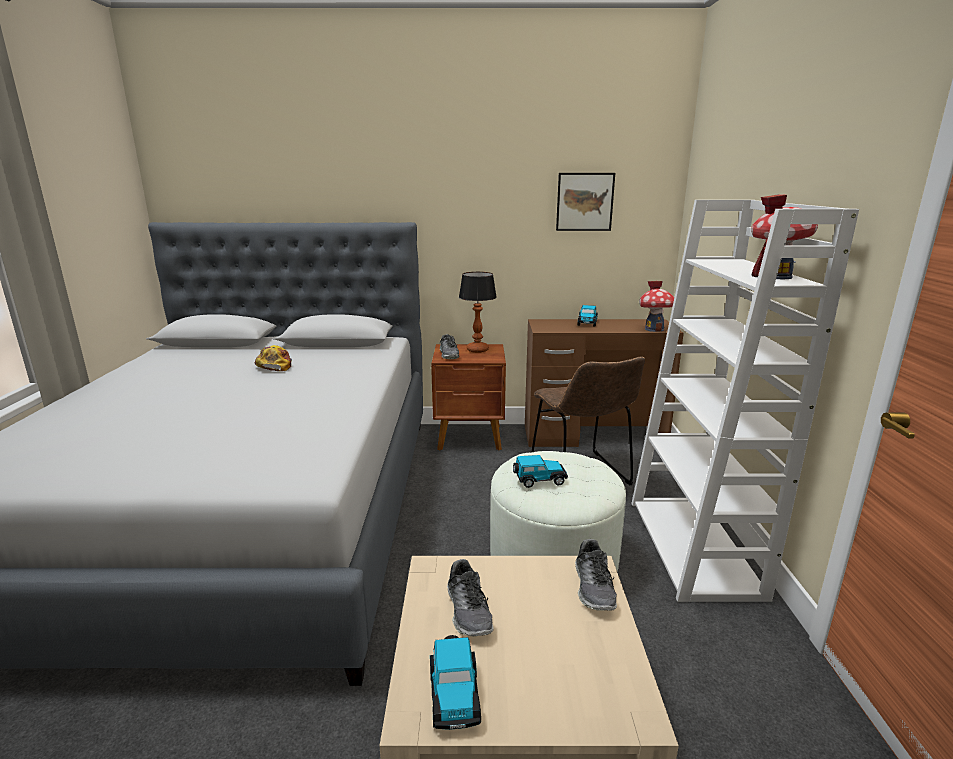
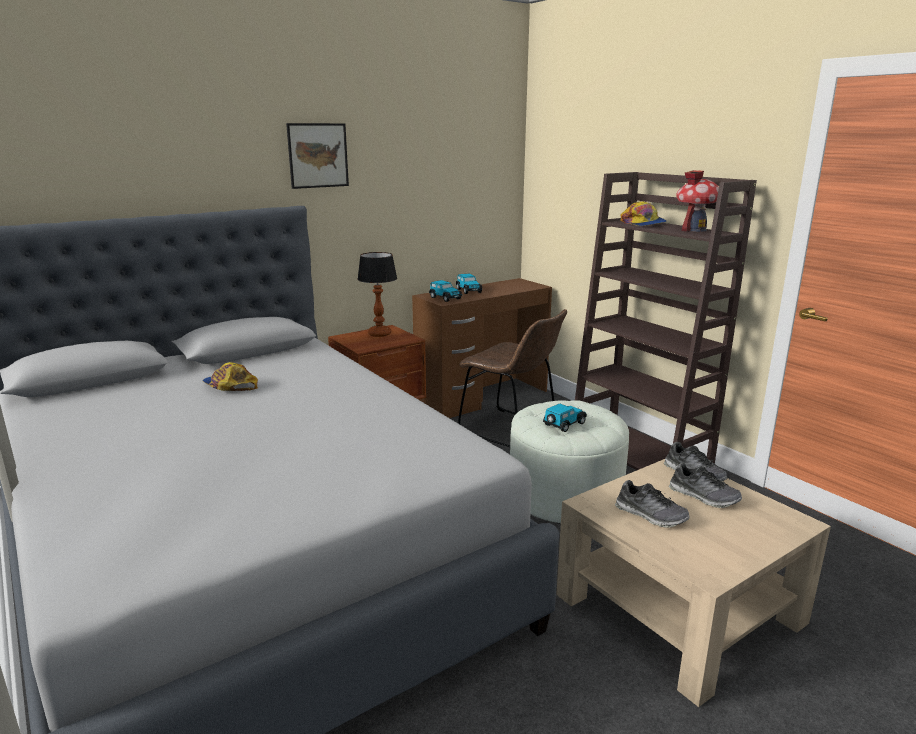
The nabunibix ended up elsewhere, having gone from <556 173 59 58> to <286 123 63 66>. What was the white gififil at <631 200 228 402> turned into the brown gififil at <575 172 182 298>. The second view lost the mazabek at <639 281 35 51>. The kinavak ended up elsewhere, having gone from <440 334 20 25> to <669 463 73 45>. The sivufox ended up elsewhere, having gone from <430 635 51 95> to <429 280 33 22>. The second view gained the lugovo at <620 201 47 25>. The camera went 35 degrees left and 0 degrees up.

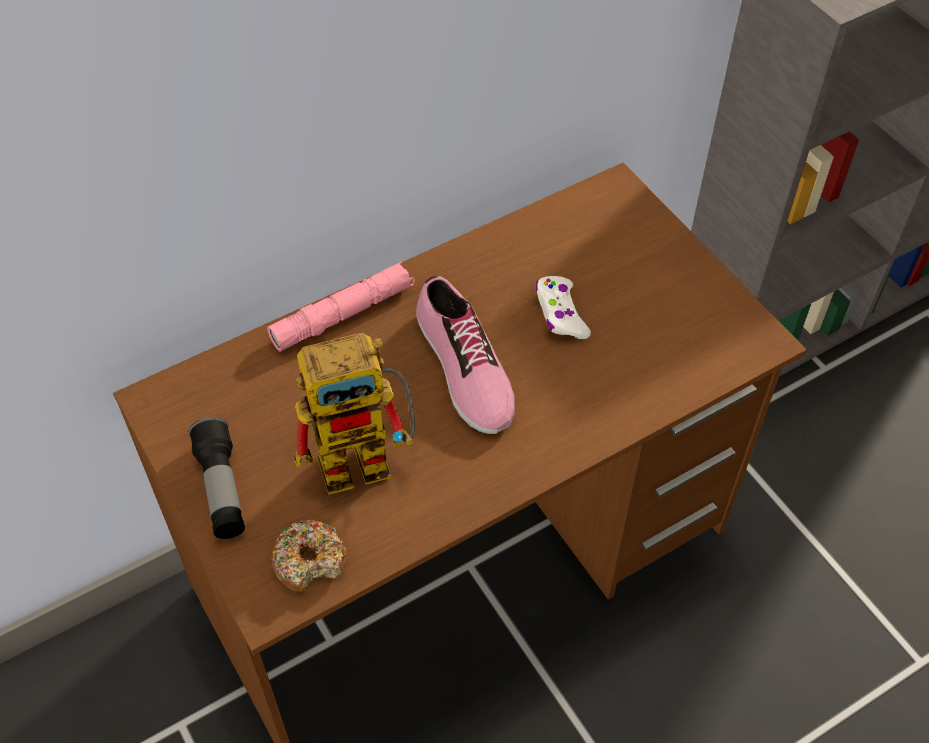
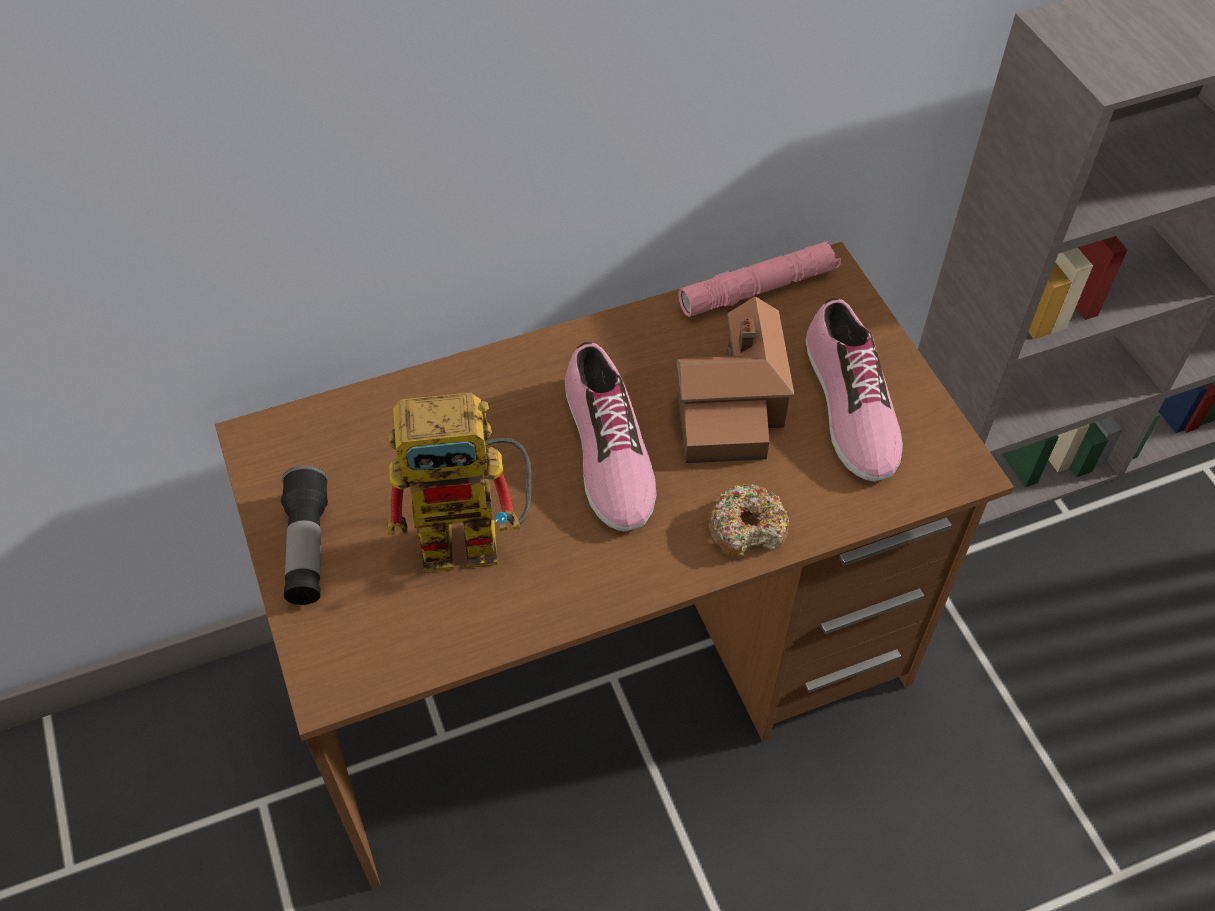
The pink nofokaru ended up elsewhere, having gone from <267 262 148 90> to <678 241 163 76>. Where the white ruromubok stood at <536 276 55 63>, the mazabek came to stand at <676 296 118 167>. The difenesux ended up elsewhere, having gone from <272 520 75 72> to <708 484 81 74>. The second view gained the kinavak at <806 298 97 184>. The camera went 10 degrees right and 0 degrees up.

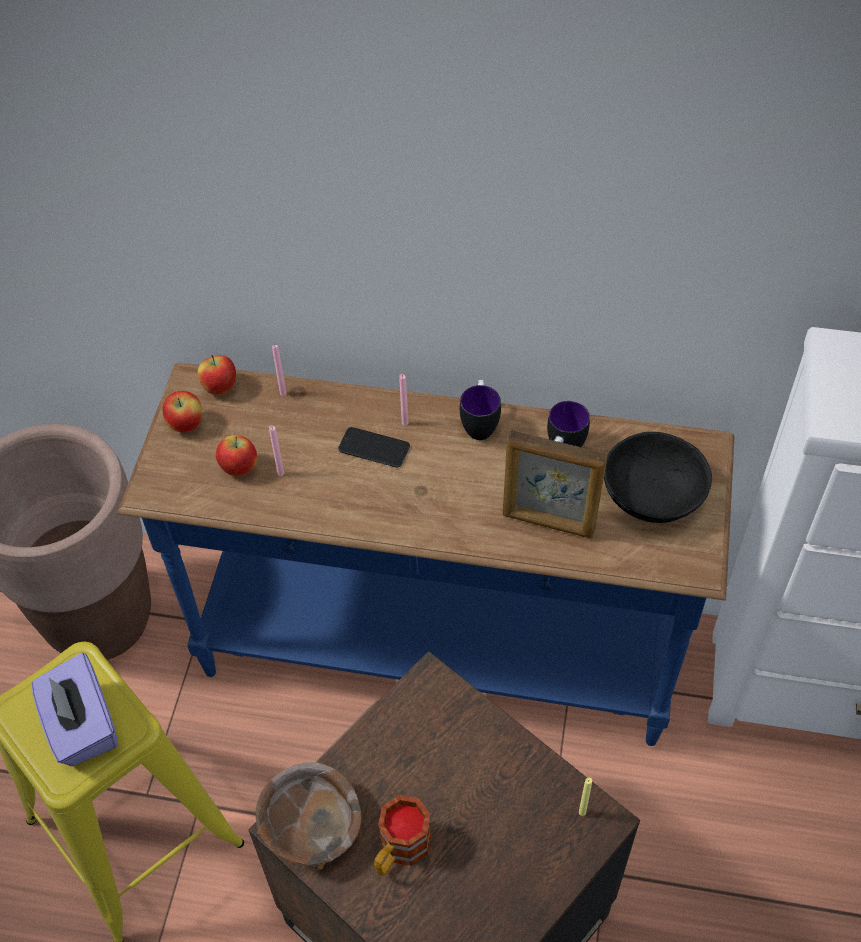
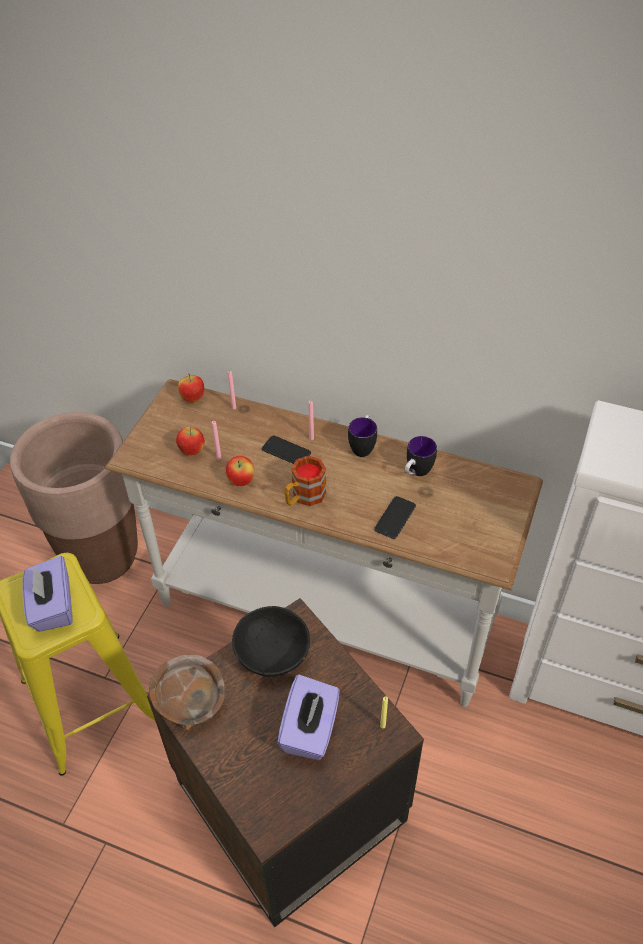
What was the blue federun at <117 362 618 384> turned into the white federun at <105 379 438 328>. The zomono ended up elsewhere, having gone from <163 391 39 41> to <226 456 28 30>. Where the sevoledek stood at <503 430 104 108>, the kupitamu came to stand at <374 496 42 43>. The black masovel ended up elsewhere, having gone from <604 432 108 91> to <232 606 78 71>. The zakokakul ended up elsewhere, having gone from <374 795 58 81> to <284 456 42 50>. The second view gained the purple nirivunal at <277 674 63 86>. The camera went 10 degrees right and 5 degrees down.

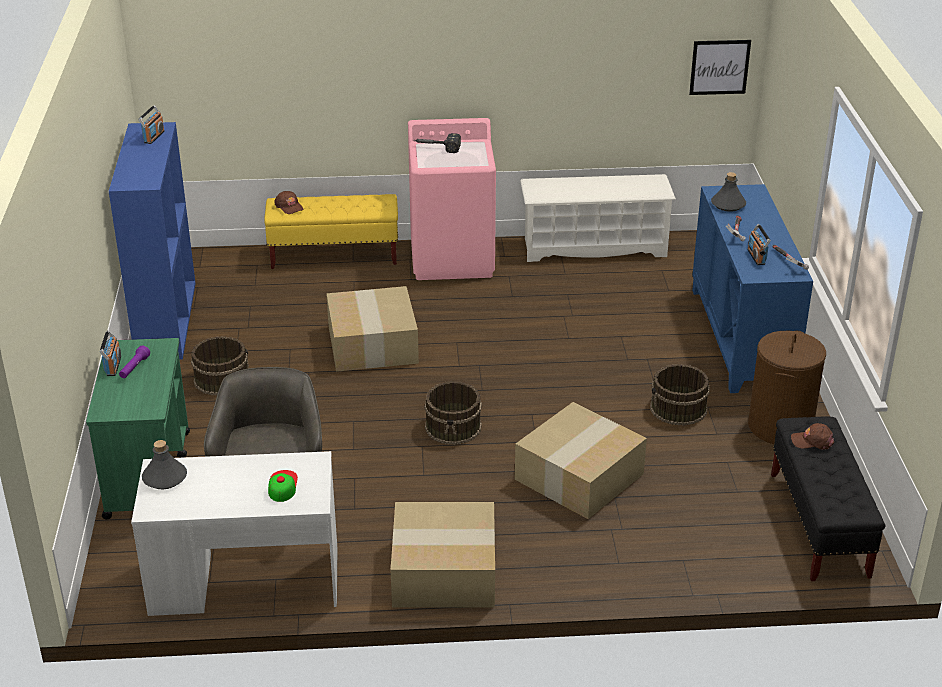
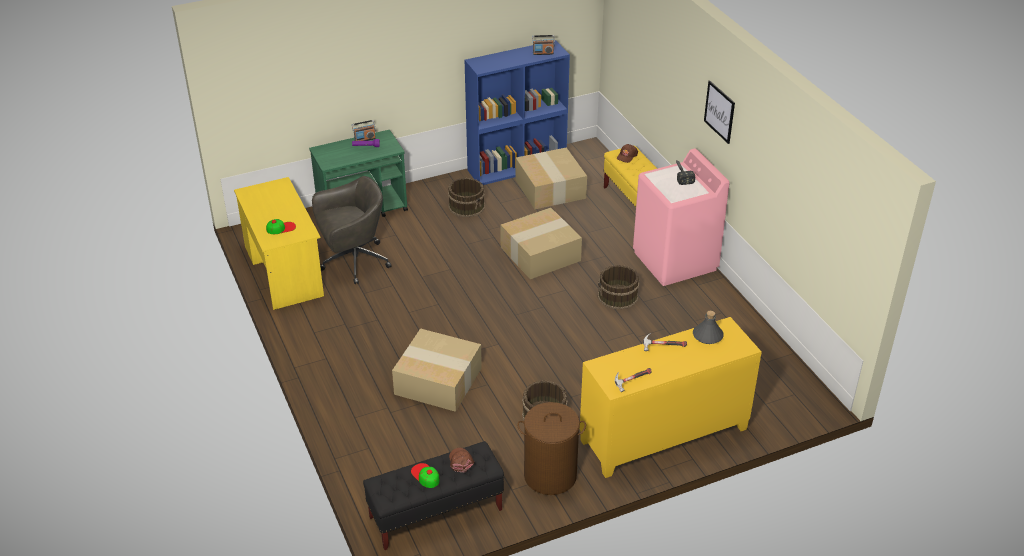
The nabunibix ended up elsewhere, having gone from <689 40 62 55> to <704 80 31 64>. The second view lost the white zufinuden at <520 174 156 88>. What was the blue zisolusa at <692 184 121 209> turned into the yellow zisolusa at <580 317 182 161>. The second view lost the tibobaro at <747 224 24 41>. The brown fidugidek ended up elsewhere, having gone from <424 381 58 64> to <598 265 41 44>. The second view lost the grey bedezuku at <142 440 45 49>. What was the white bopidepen at <131 451 207 165> turned into the yellow bopidepen at <234 177 90 133>. The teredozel ended up elsewhere, having gone from <391 502 104 106> to <516 148 71 61>. The second view gained the lugovo at <411 463 29 25>. The camera went 70 degrees right and 5 degrees up.

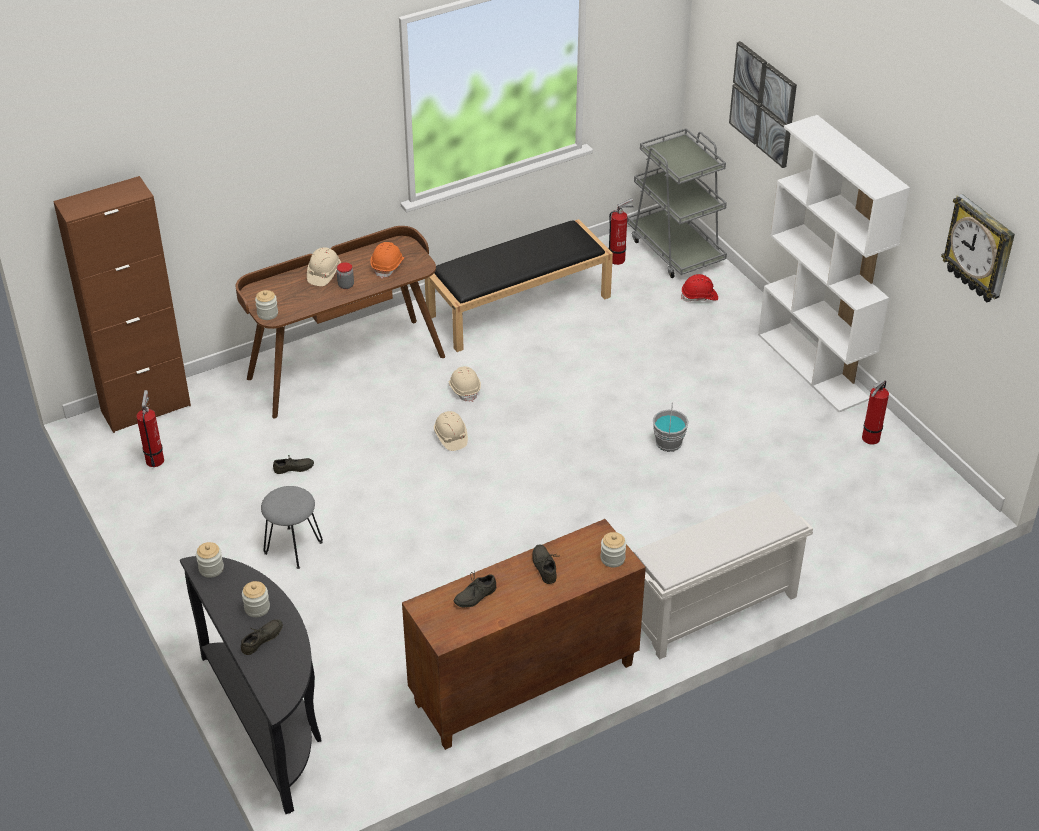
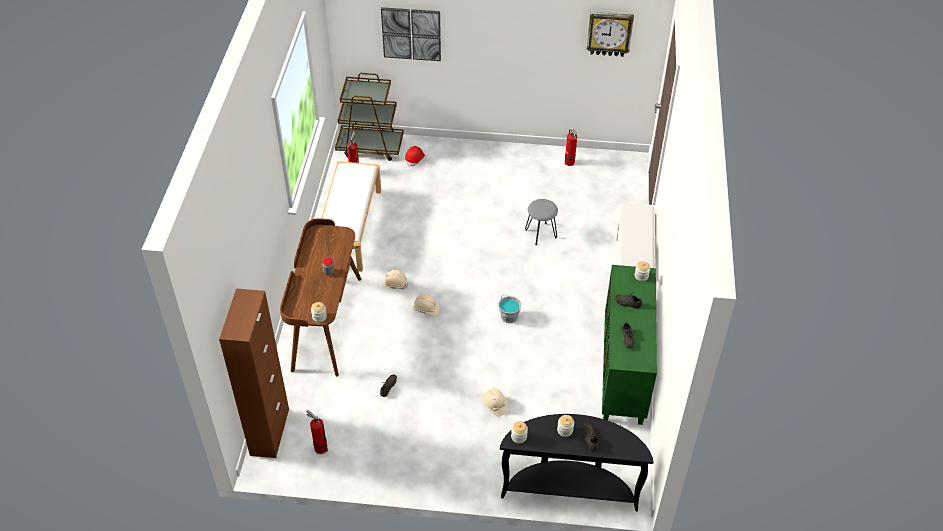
The second view lost the white gififil at <758 115 152 297>. What was the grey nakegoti at <627 128 100 150> turned into the brown nakegoti at <335 73 69 88>. What was the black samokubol at <425 219 188 133> turned into the white samokubol at <322 161 59 111>. The second view lost the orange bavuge at <370 242 34 37>. The beige bavuge ended up elsewhere, having gone from <307 247 34 39> to <483 388 25 28>. The grey fidugidek ended up elsewhere, having gone from <653 403 36 49> to <498 294 23 29>. The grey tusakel ended up elsewhere, having gone from <261 486 62 83> to <525 199 33 46>. What was the brown zisolusa at <402 519 244 231> turned into the green zisolusa at <602 265 55 160>. The camera went 55 degrees left and 5 degrees up.

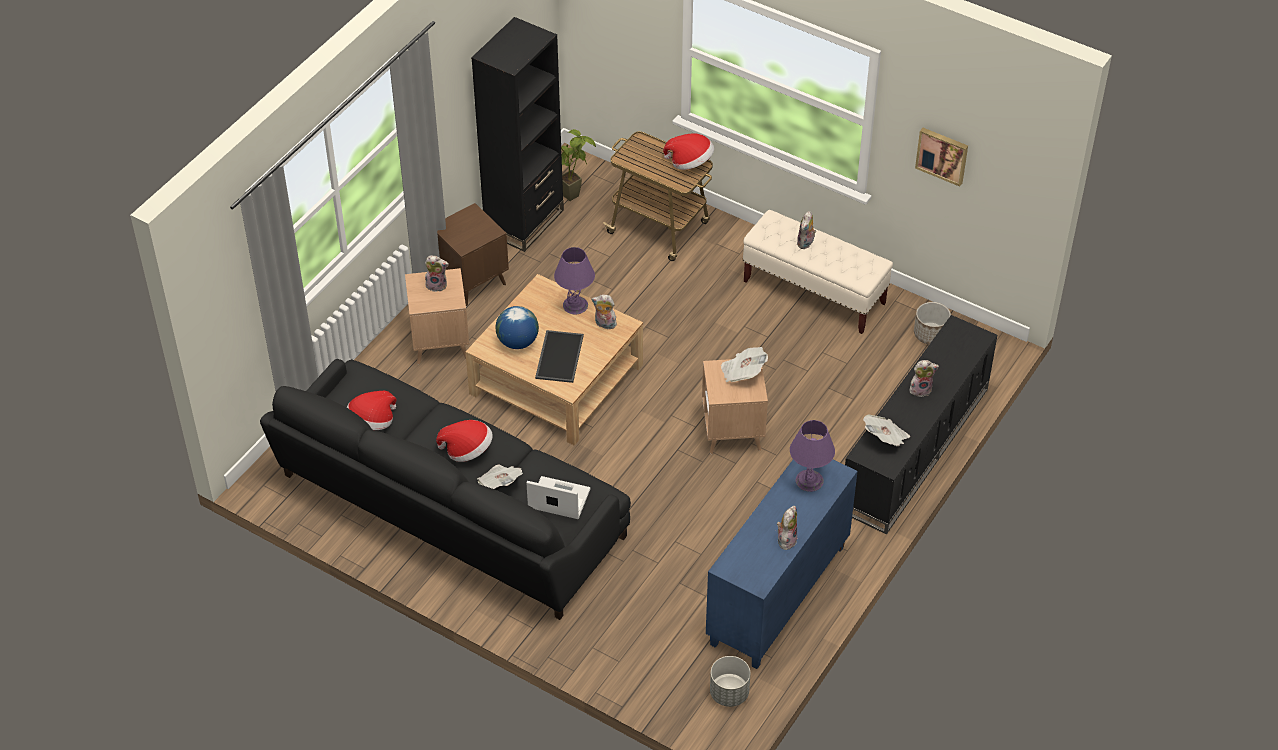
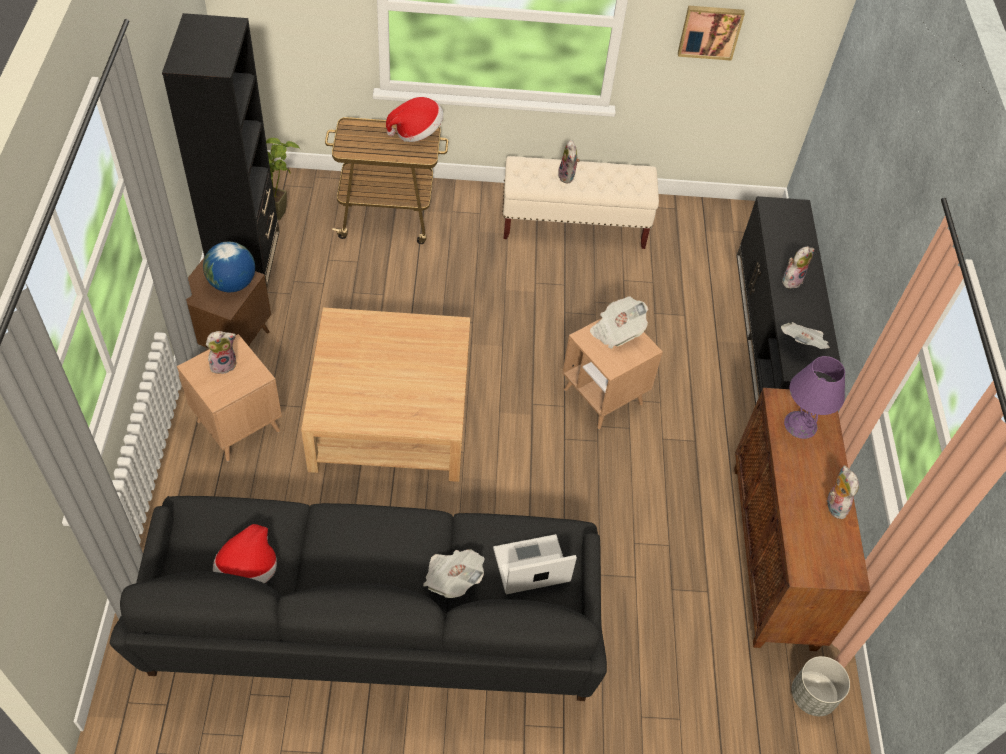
The second view lost the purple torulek at <554 247 41 68>. The second view lost the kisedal at <591 294 26 35>. The second view lost the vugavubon at <914 302 37 42>. The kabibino ended up elsewhere, having gone from <496 306 43 43> to <203 242 52 50>. The second view lost the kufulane at <535 330 49 53>. The second view lost the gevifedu at <436 420 57 42>. What was the blue zisolusa at <706 460 152 209> turned into the brown zisolusa at <734 388 137 263>. The camera went 35 degrees left and 5 degrees up.

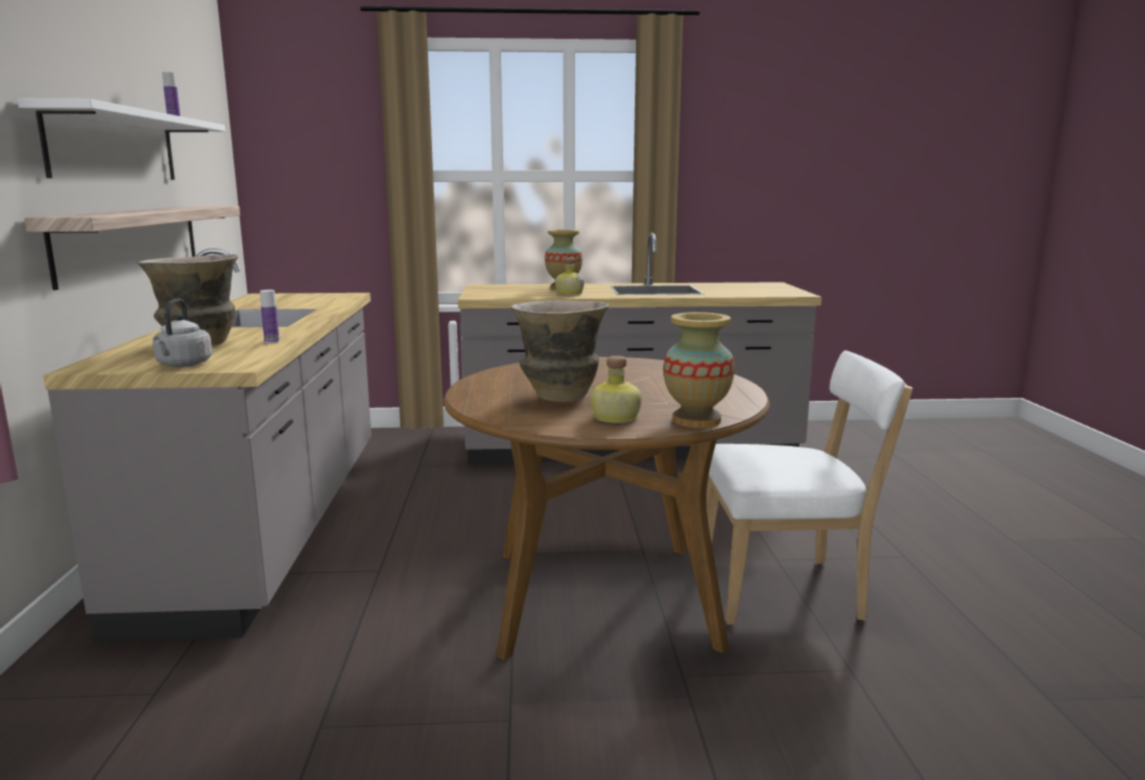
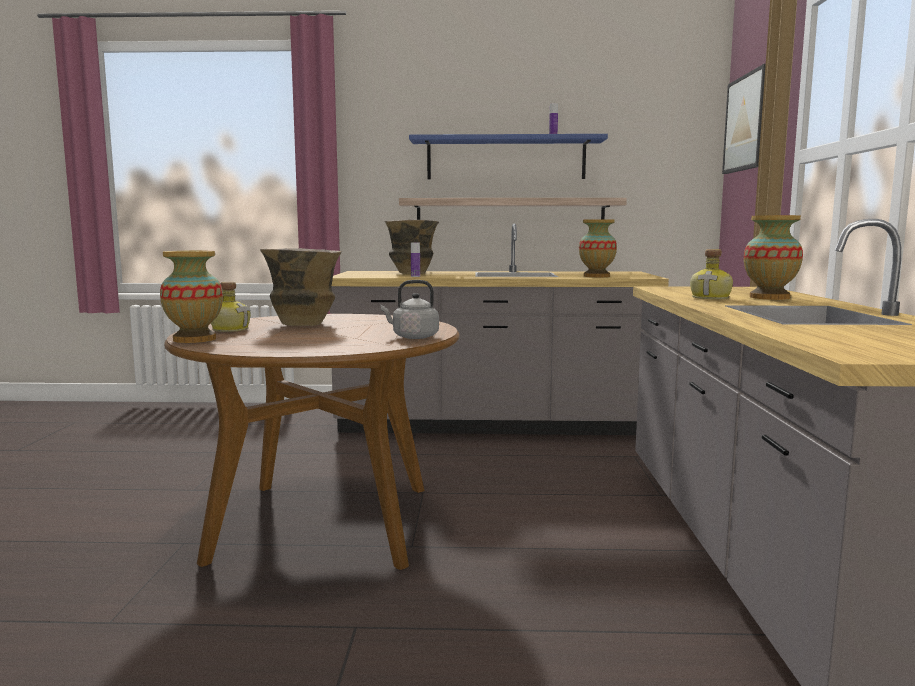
What was the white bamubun at <17 98 208 82> turned into the blue bamubun at <409 134 199 45>. The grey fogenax ended up elsewhere, having gone from <153 299 59 68> to <381 280 58 59>. The second view lost the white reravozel at <706 351 207 274>. The second view gained the nabunibix at <722 64 44 110>. The second view gained the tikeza at <579 219 38 58>. The camera went 95 degrees right and 5 degrees down.

